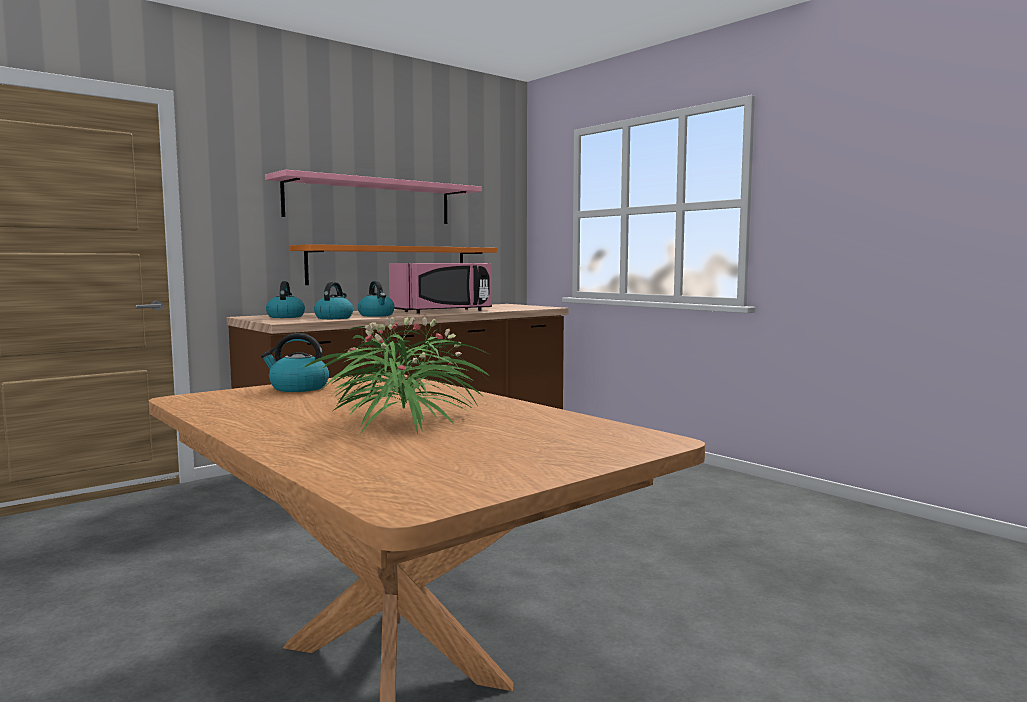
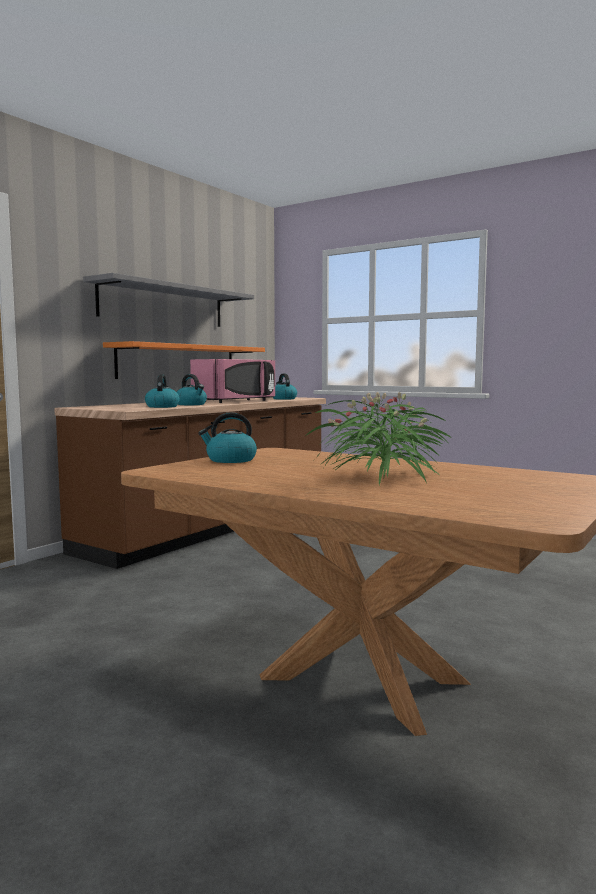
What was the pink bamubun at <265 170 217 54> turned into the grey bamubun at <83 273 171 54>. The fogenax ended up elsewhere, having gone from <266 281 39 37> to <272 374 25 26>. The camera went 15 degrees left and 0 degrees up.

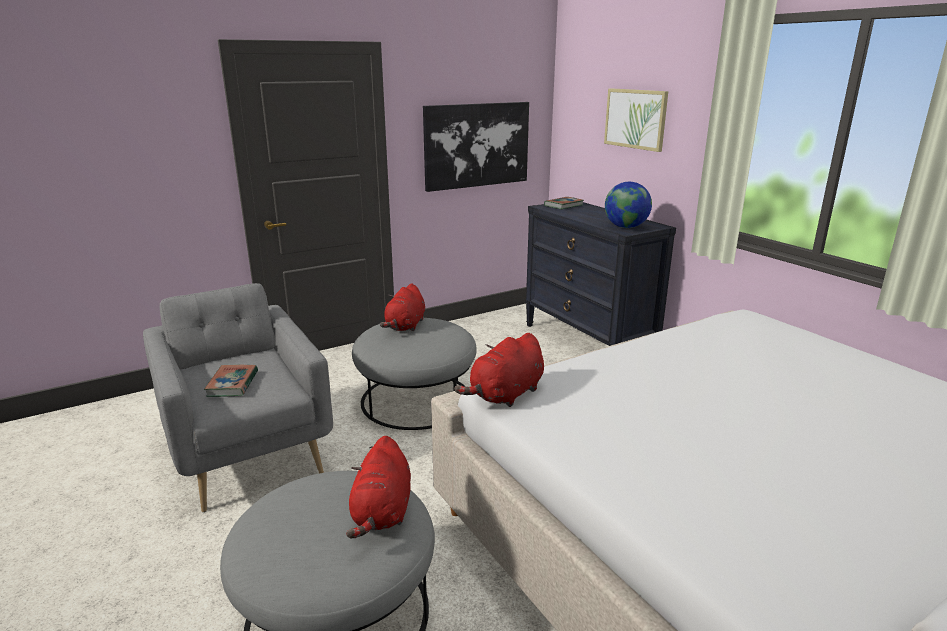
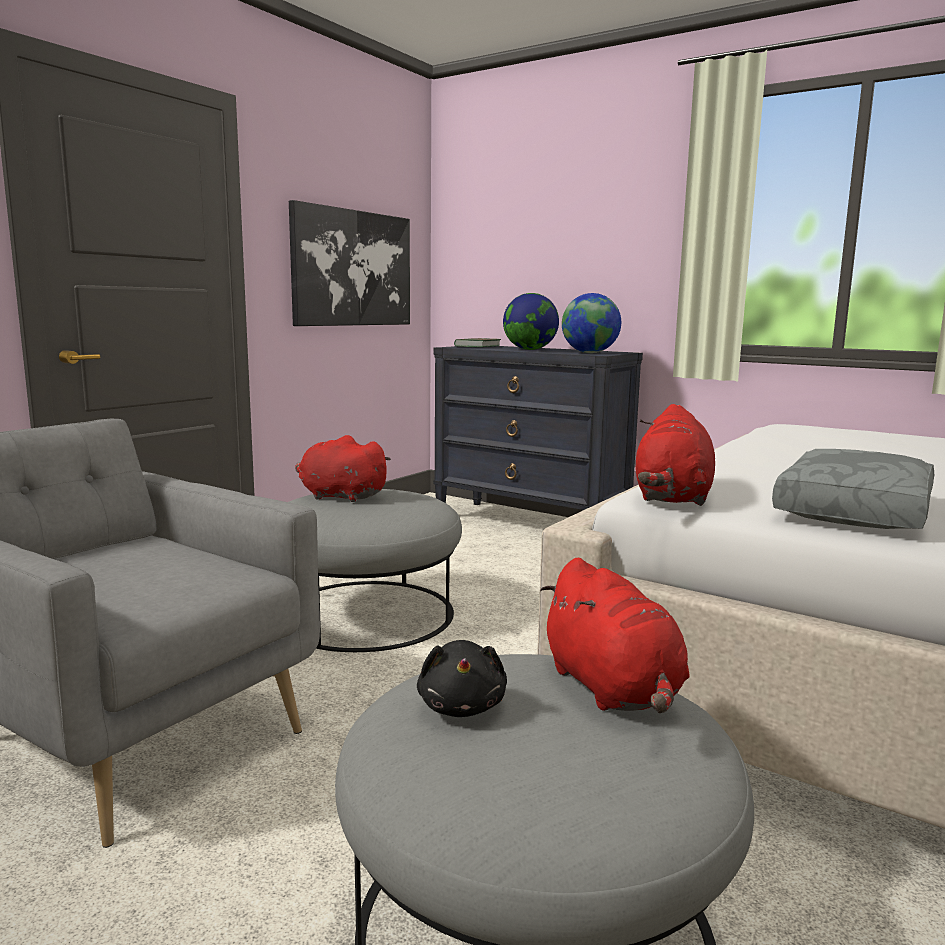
The second view lost the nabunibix at <604 88 64 64>. The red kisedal at <380 283 45 48> ended up facing another way, 120 degrees clockwise from before. The second view lost the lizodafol at <204 365 54 32>. The second view gained the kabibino at <503 293 56 57>. The second view gained the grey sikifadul at <772 449 163 80>. The second view gained the black kisedal at <417 640 90 77>. The camera went 25 degrees left and 10 degrees down.

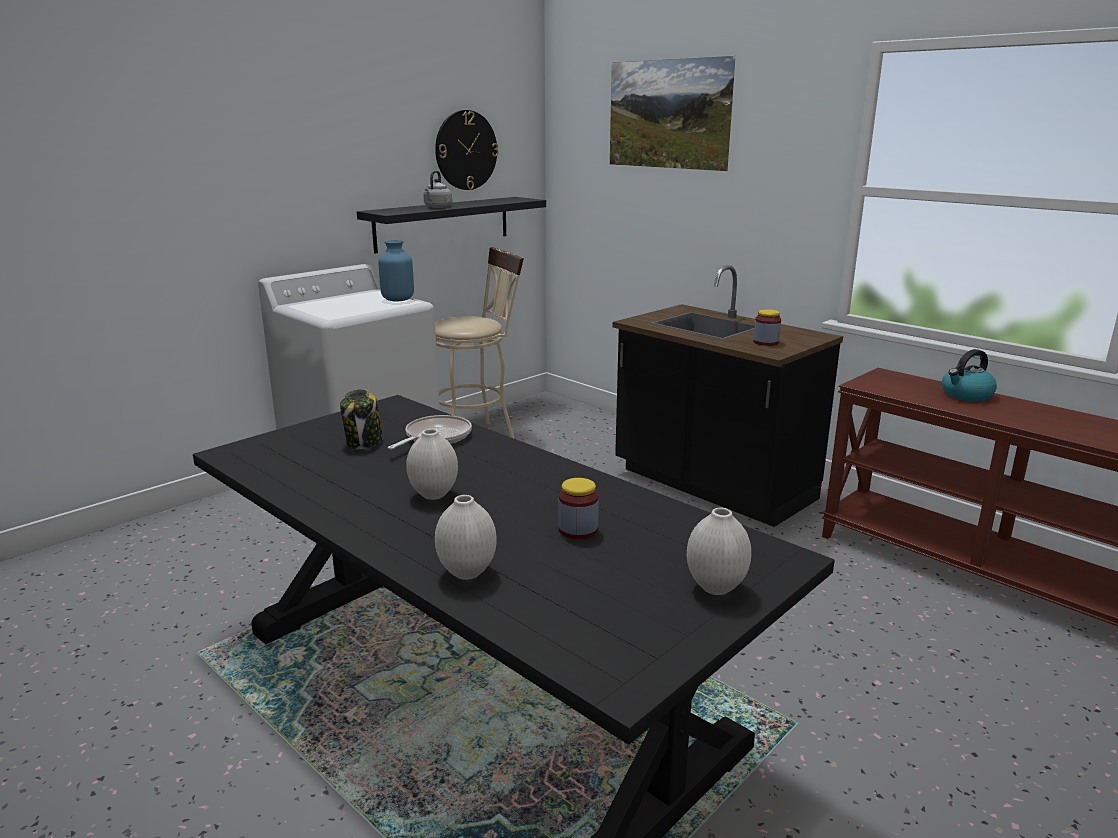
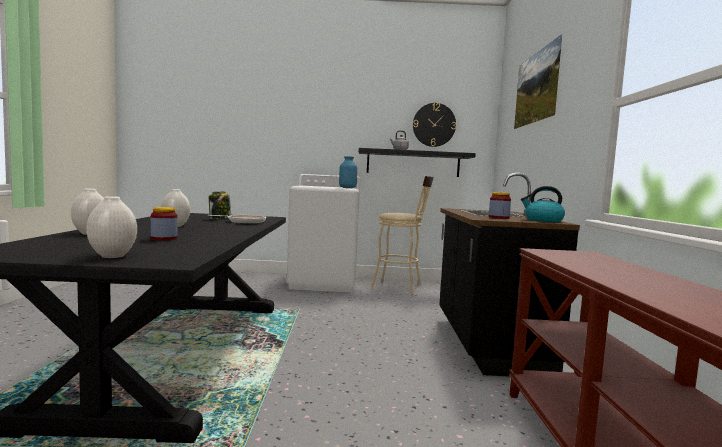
The fogenax ended up elsewhere, having gone from <942 349 55 52> to <521 186 44 36>. The camera went 45 degrees right and 15 degrees down.

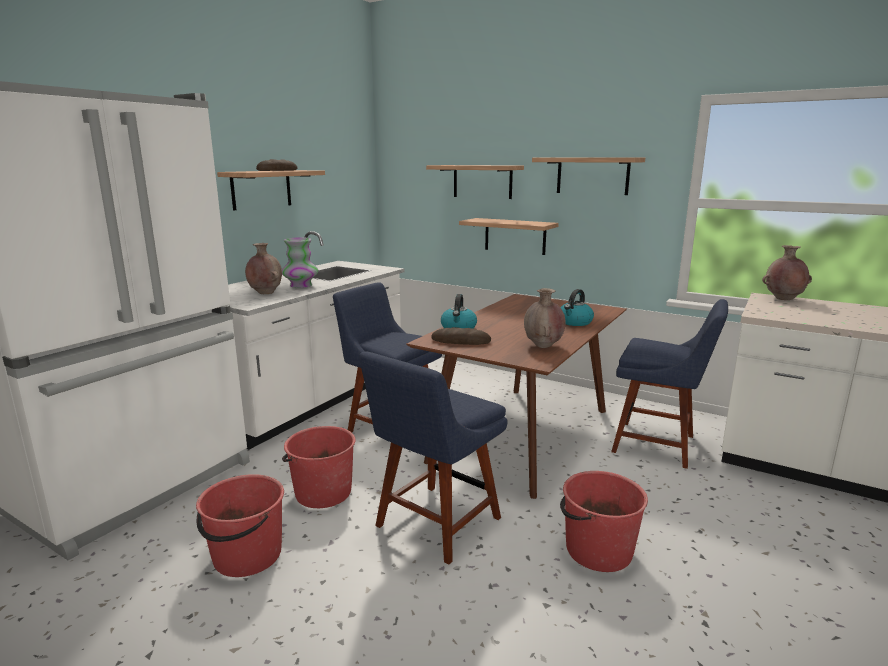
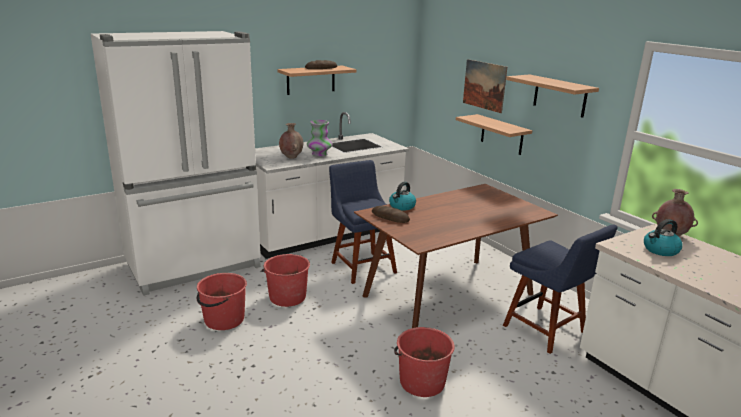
Where the bamubun hung at <426 165 98 34>, the nabunibix came to hang at <463 59 44 54>. The second view lost the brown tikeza at <524 288 42 60>. The fogenax ended up elsewhere, having gone from <560 289 34 37> to <644 219 39 37>. The second view lost the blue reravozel at <359 352 149 213>. The camera went 25 degrees right and 5 degrees up.

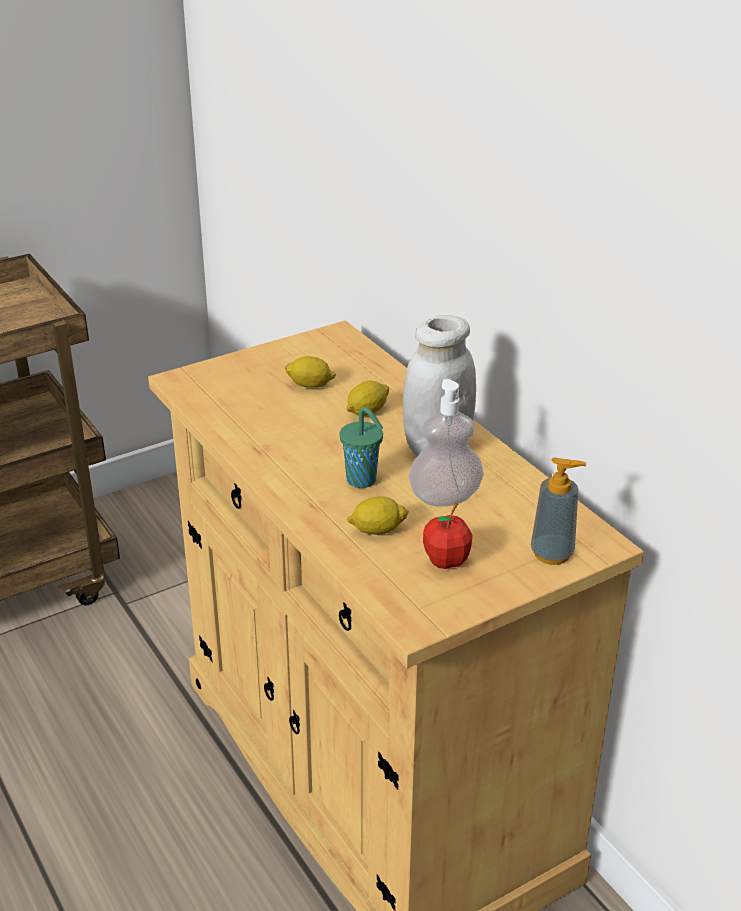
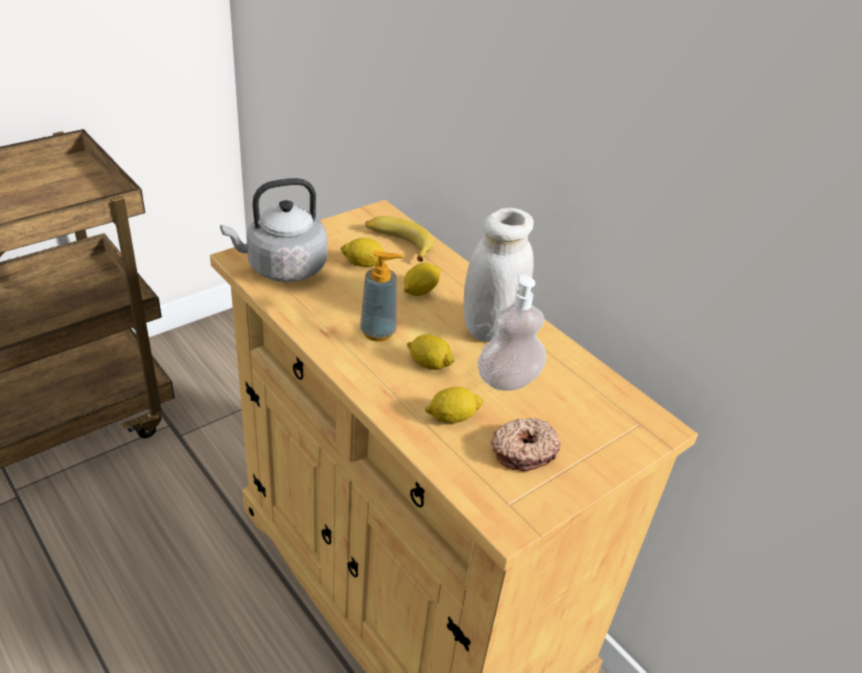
Where the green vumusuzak stood at <340 407 43 81>, the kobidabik came to stand at <407 334 48 36>. The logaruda ended up elsewhere, having gone from <531 457 55 108> to <360 251 42 90>. Where the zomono stood at <423 502 50 67>, the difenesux came to stand at <490 418 71 53>. The second view gained the grey fogenax at <220 178 107 104>. The second view gained the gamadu at <366 216 68 46>. The camera went 10 degrees left and 5 degrees up.

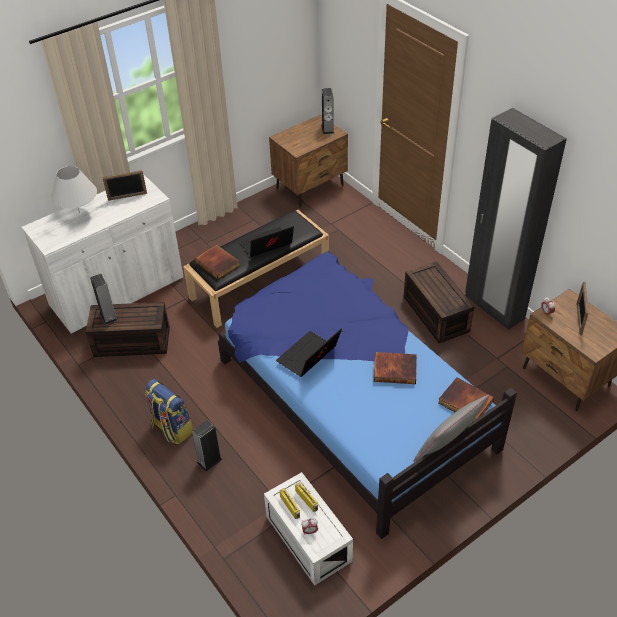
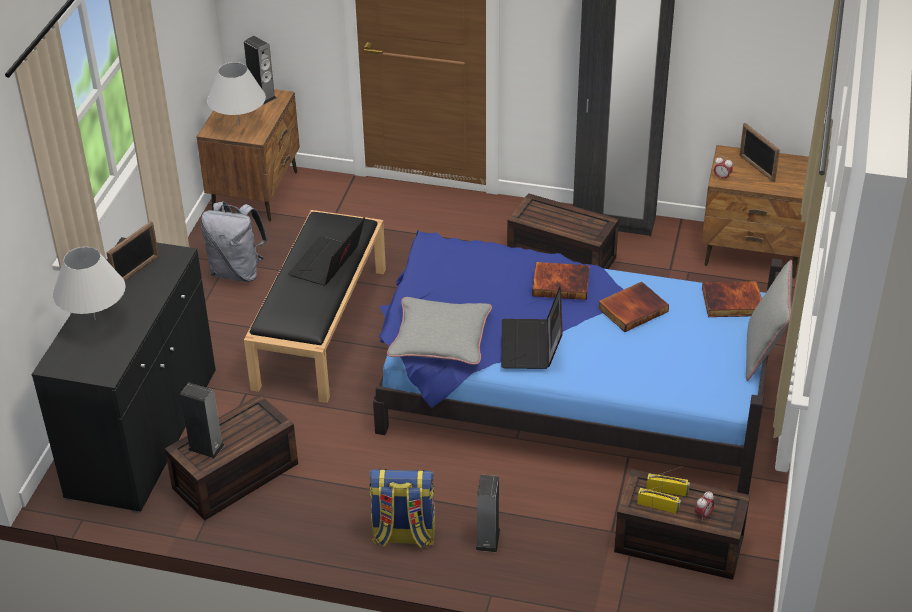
What was the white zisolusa at <22 174 162 160> turned into the black zisolusa at <32 237 184 276>. The lizodafol ended up elsewhere, having gone from <195 245 45 34> to <532 262 58 38>. What was the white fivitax at <264 472 89 114> turned into the brown fivitax at <614 469 136 111>. The second view gained the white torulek at <207 62 59 64>. The second view gained the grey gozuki at <201 201 67 81>. The second view gained the grey sikifadul at <387 297 105 68>. The camera went 40 degrees left and 5 degrees down.

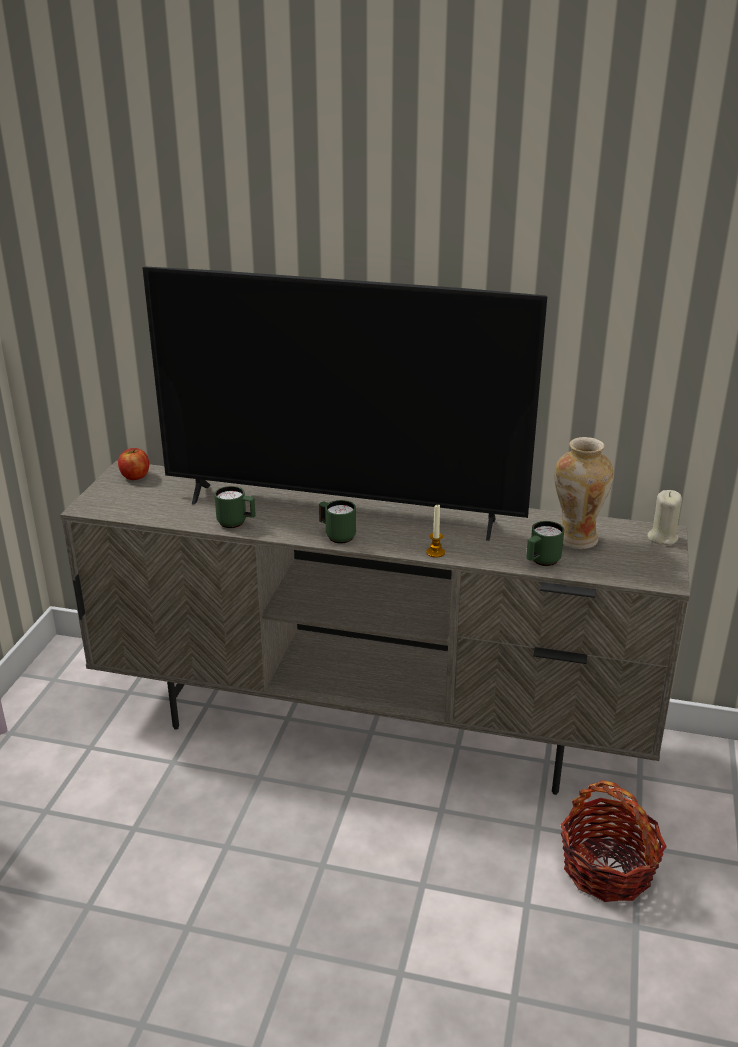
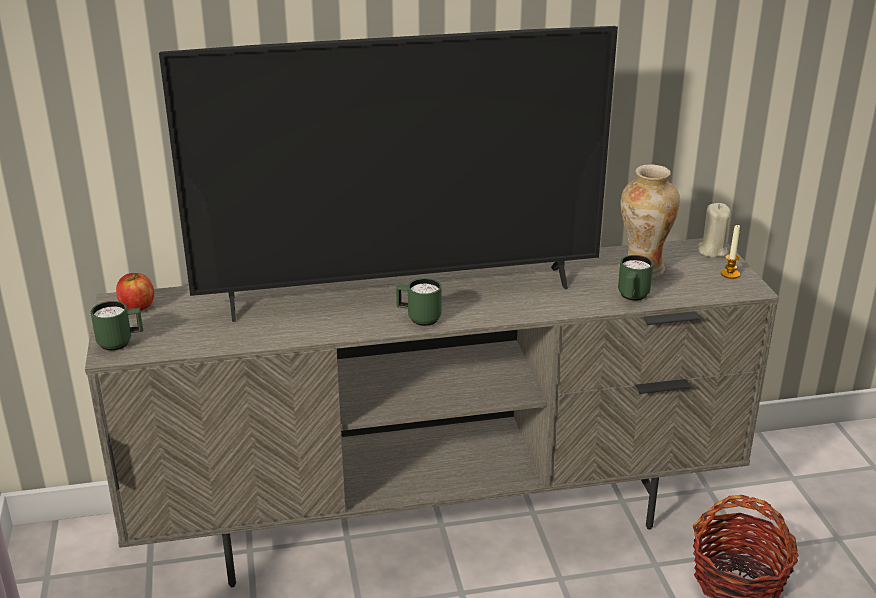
The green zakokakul ended up elsewhere, having gone from <214 486 42 42> to <91 301 52 50>. The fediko ended up elsewhere, having gone from <426 504 19 54> to <721 224 19 55>. The camera went 25 degrees left and 0 degrees up.

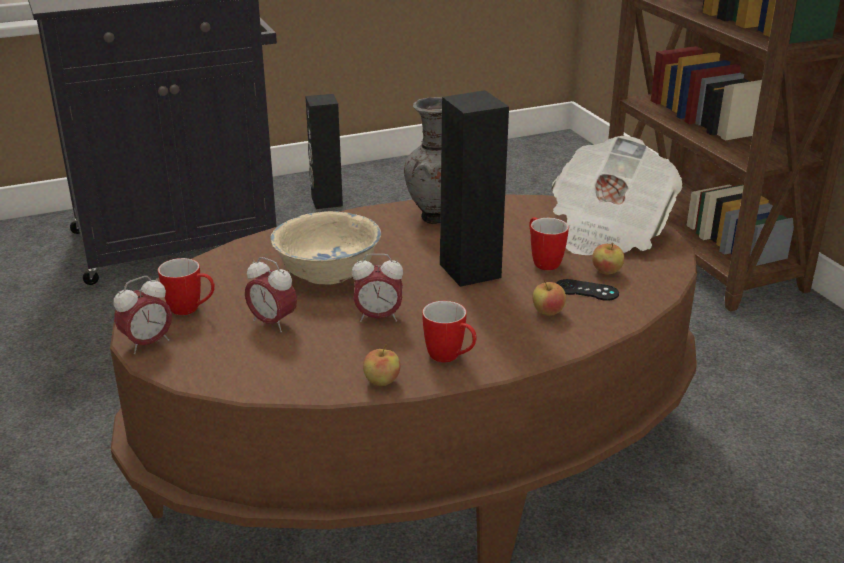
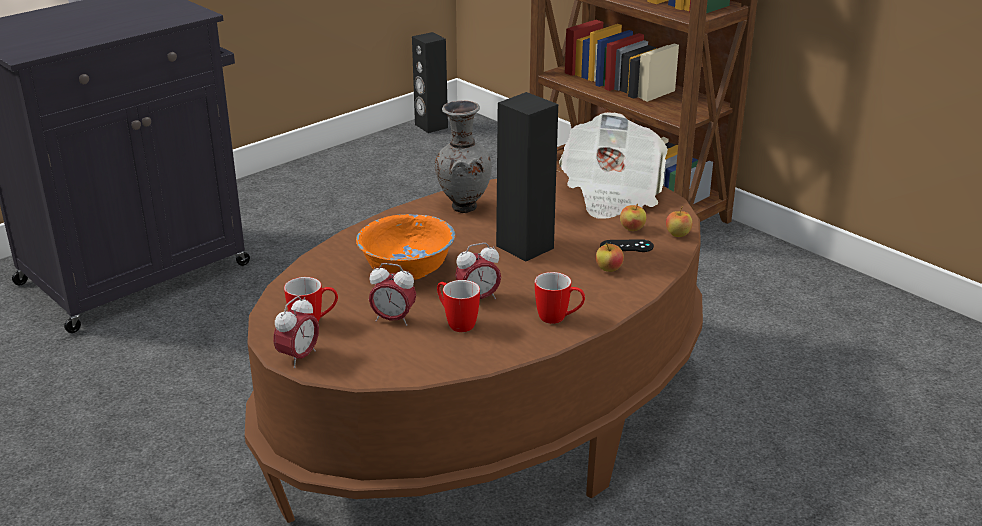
The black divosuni ended up elsewhere, having gone from <305 94 38 115> to <412 32 36 101>. What was the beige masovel at <270 211 111 74> turned into the orange masovel at <356 214 99 66>. The zakokakul ended up elsewhere, having gone from <529 217 40 53> to <437 280 43 52>. The zomono ended up elsewhere, having gone from <363 344 37 42> to <666 207 27 30>. The camera went 20 degrees left and 0 degrees up.

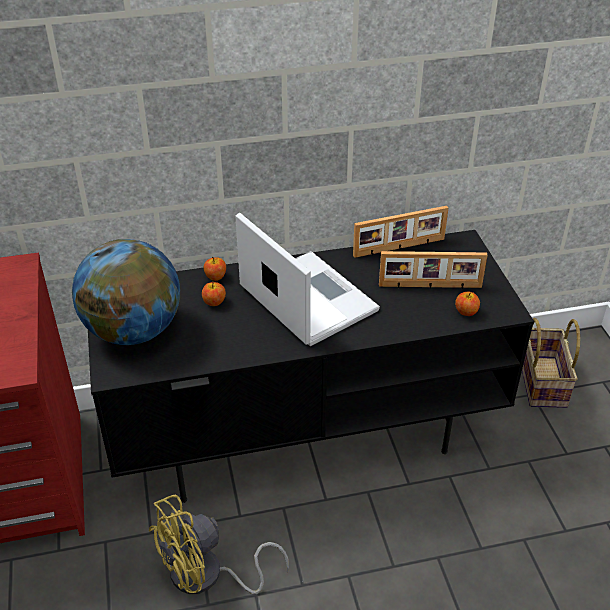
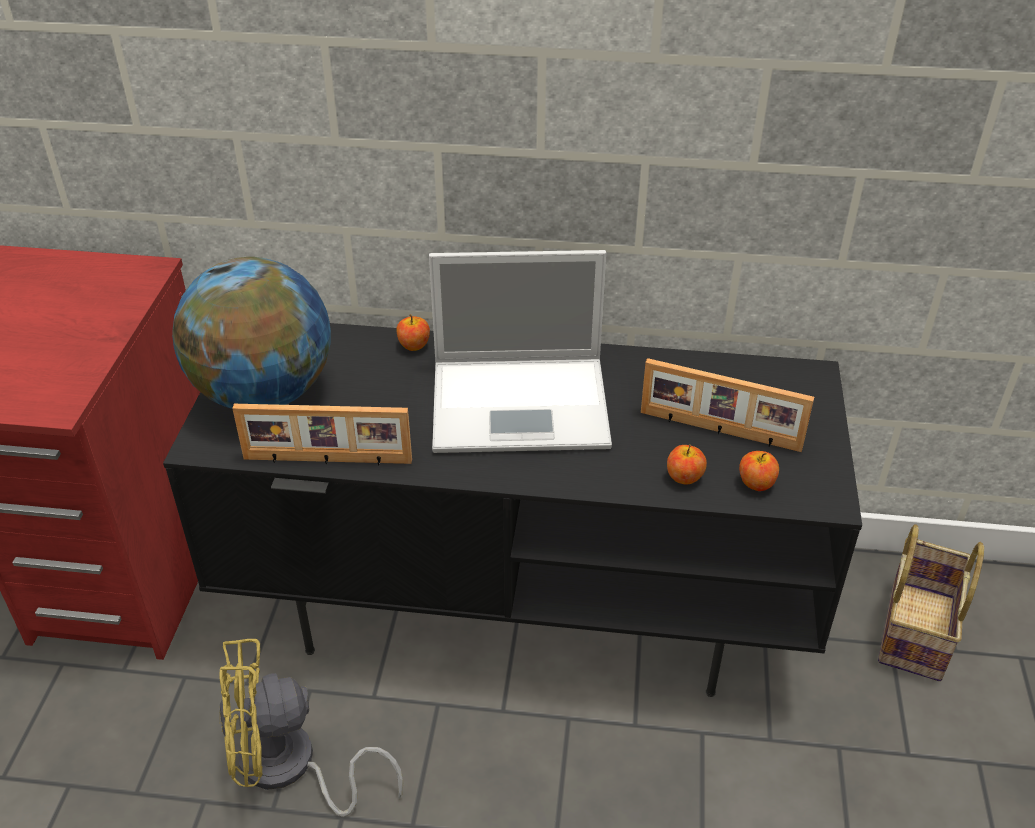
The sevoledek ended up elsewhere, having gone from <353 206 95 52> to <232 404 180 62>. The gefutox at <235 213 145 133> ended up facing another way, 105 degrees clockwise from before. The zomono ended up elsewhere, having gone from <202 281 24 25> to <667 444 40 41>. The camera went 20 degrees right and 0 degrees up.

